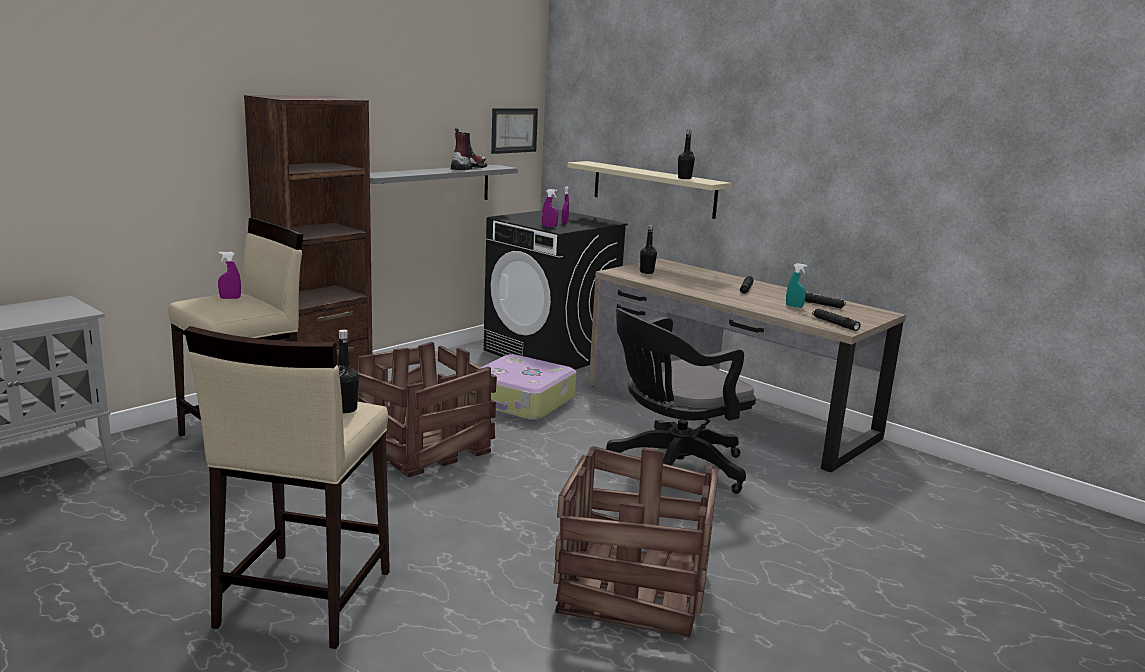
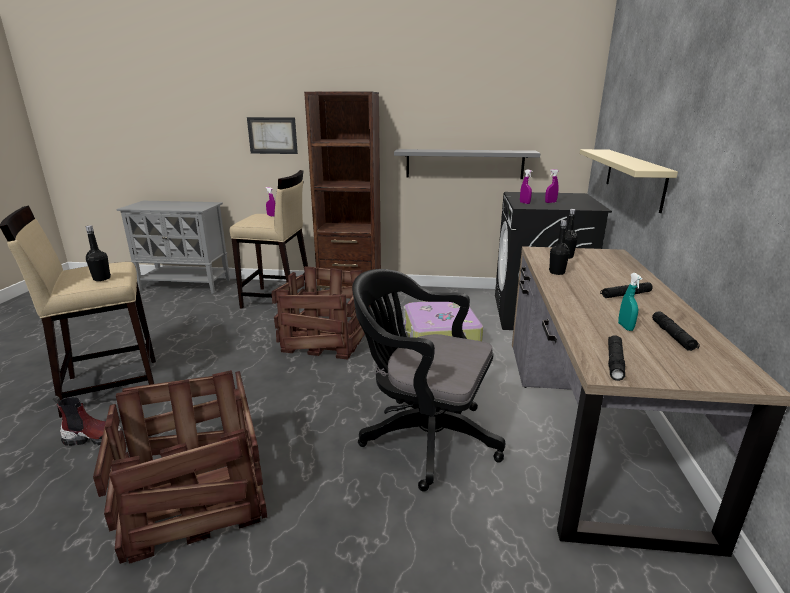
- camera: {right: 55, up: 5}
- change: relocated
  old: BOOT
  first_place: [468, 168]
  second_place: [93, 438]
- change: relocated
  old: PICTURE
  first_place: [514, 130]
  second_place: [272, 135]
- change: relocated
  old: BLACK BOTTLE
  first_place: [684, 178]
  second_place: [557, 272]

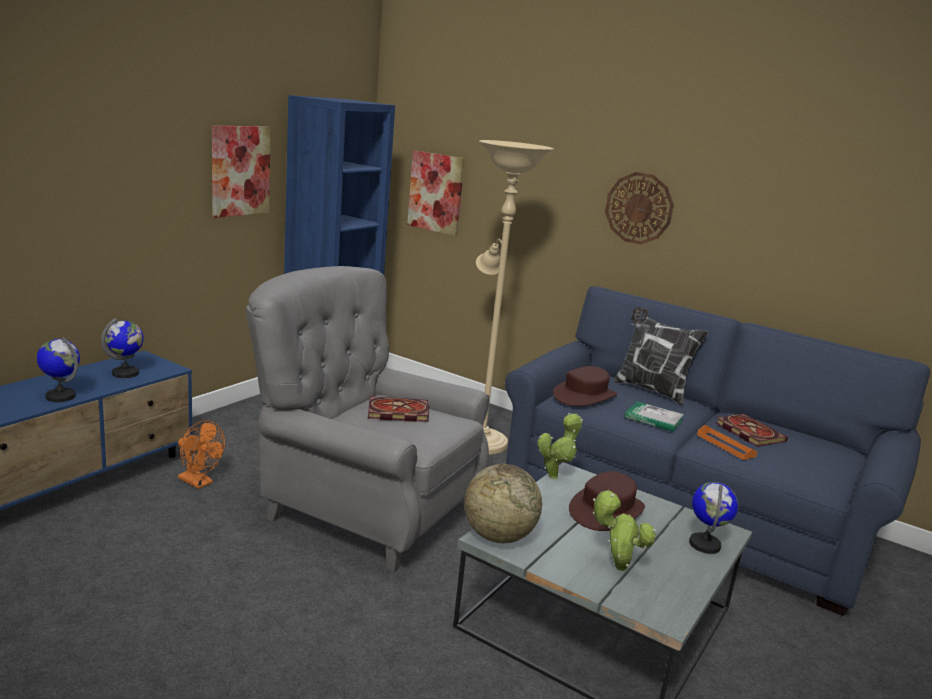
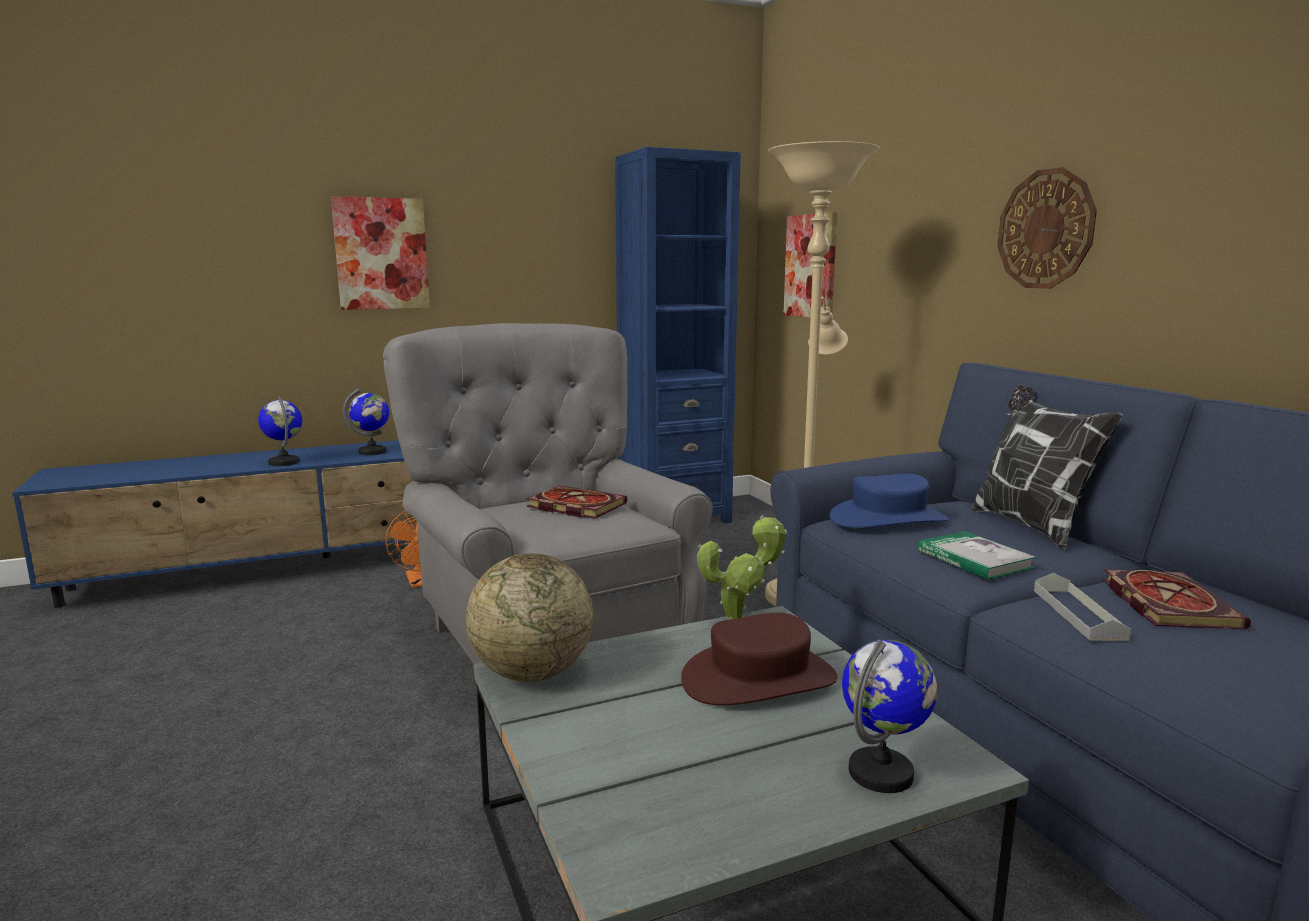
- camera: {right: 35, up: -5}
- change: relocated
  old: PICTURE
  first_place: [240, 171]
  second_place: [381, 254]
- change: colour
  old: BROWN HAT
  new: BLUE HAT
  first_place: [585, 396]
  second_place: [888, 519]
- change: missing
  old: POTTED PLANT
  first_place: [616, 566]
- change: colour
  old: ORANGE TRAY
  new: GREY TRAY
  first_place: [725, 445]
  second_place: [1078, 614]

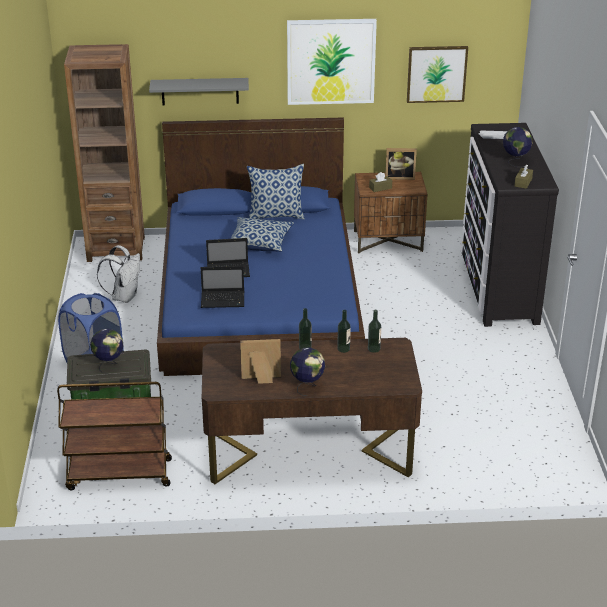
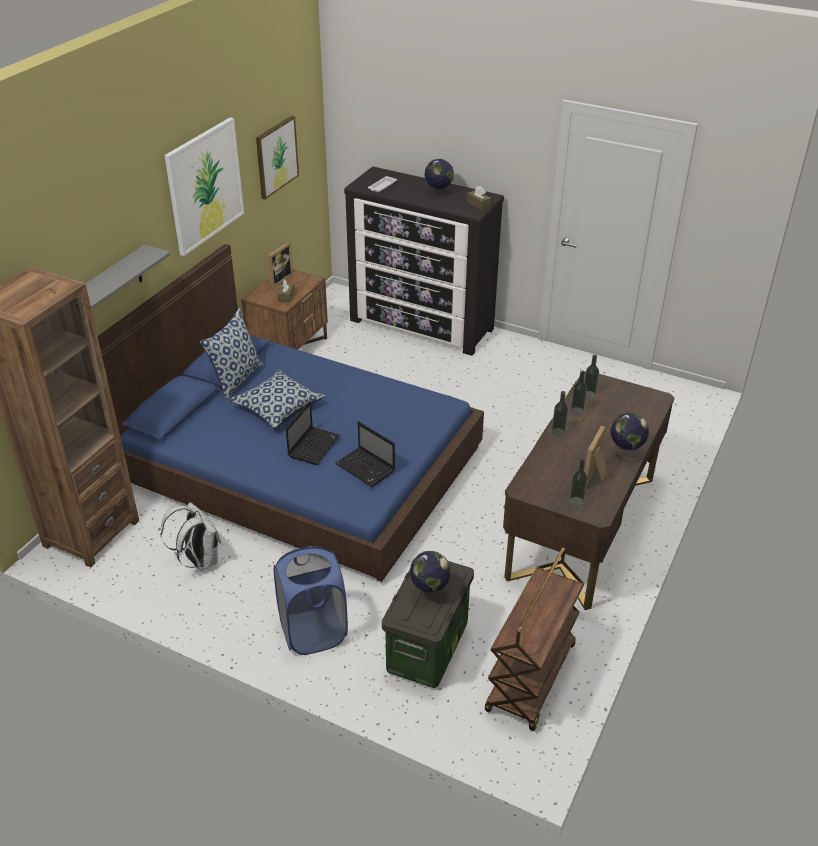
- camera: {right: -60, up: 5}
- change: spun
  old: LAPTOP
  first_place: [224, 300]
  second_place: [366, 468]
  degrees: 105
- change: appeared
  new: BOTTLE
  second_place: [576, 501]

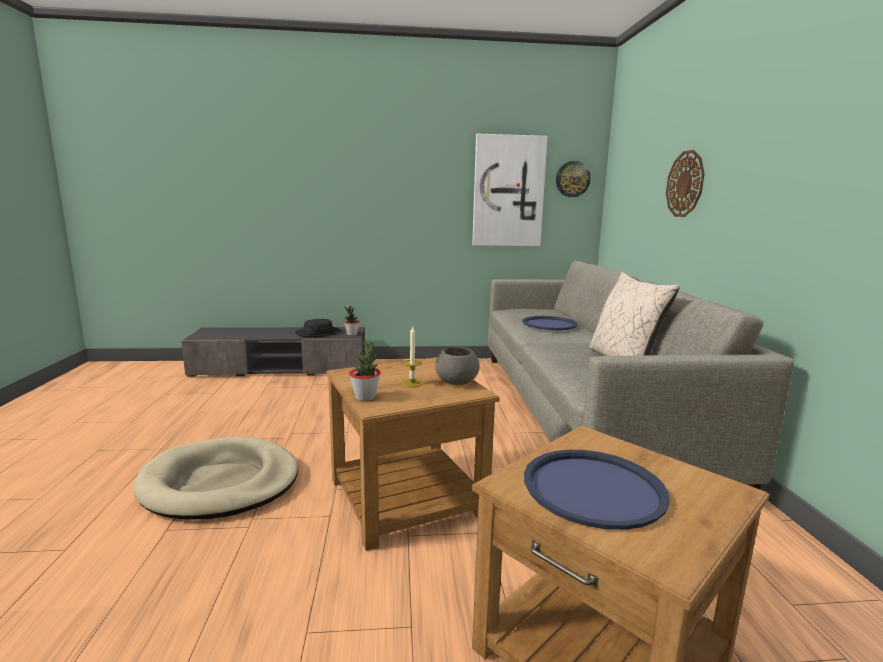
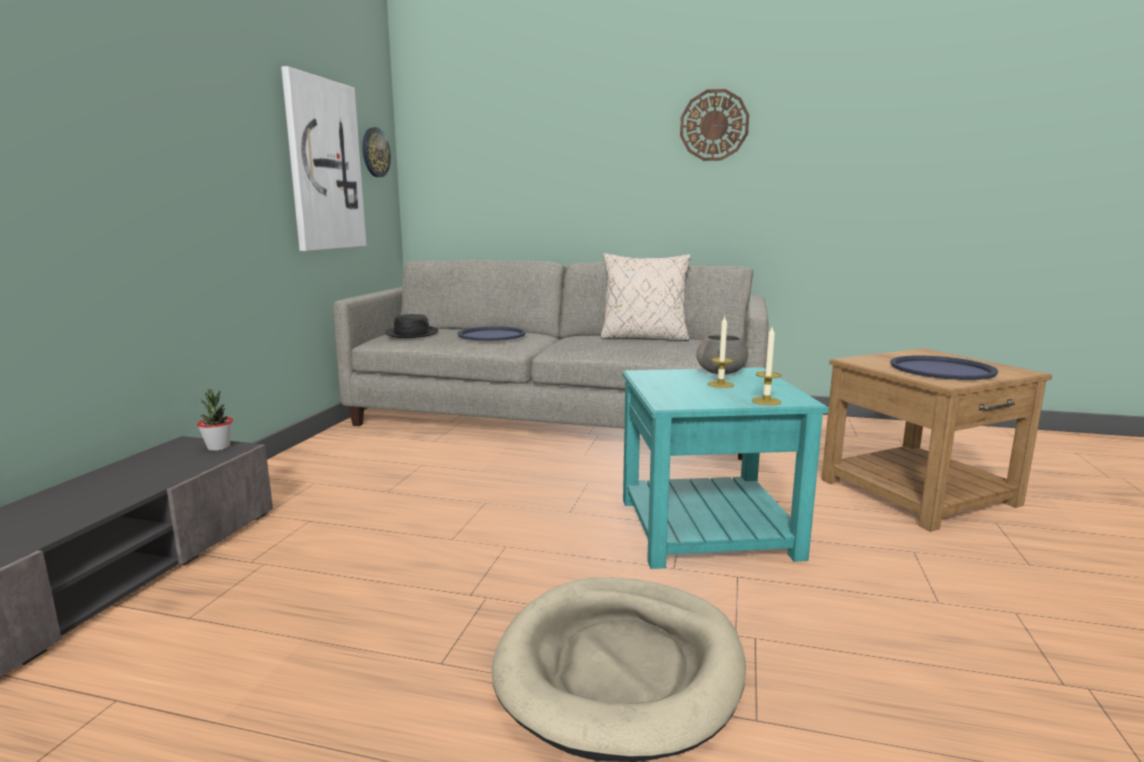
- camera: {right: -70, up: 0}
- change: relocated
  old: BLACK HAT
  first_place: [318, 333]
  second_place: [411, 333]
- change: colour
  old: BROWN SIDE TABLE
  new: TURQUOISE SIDE TABLE
  first_place: [407, 497]
  second_place: [706, 527]
- change: exchanged
  old: POTTED PLANT
  new: CANDLE
  first_place: [365, 397]
  second_place: [766, 401]
- change: relocated
  old: WALL CLOCK
  first_place: [685, 184]
  second_place: [714, 125]

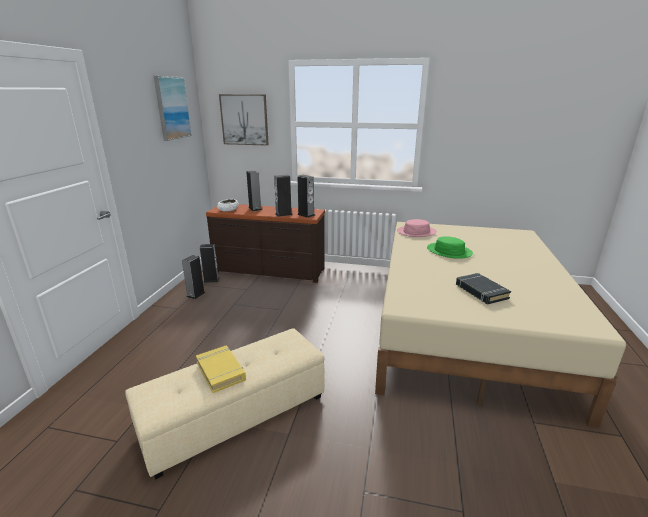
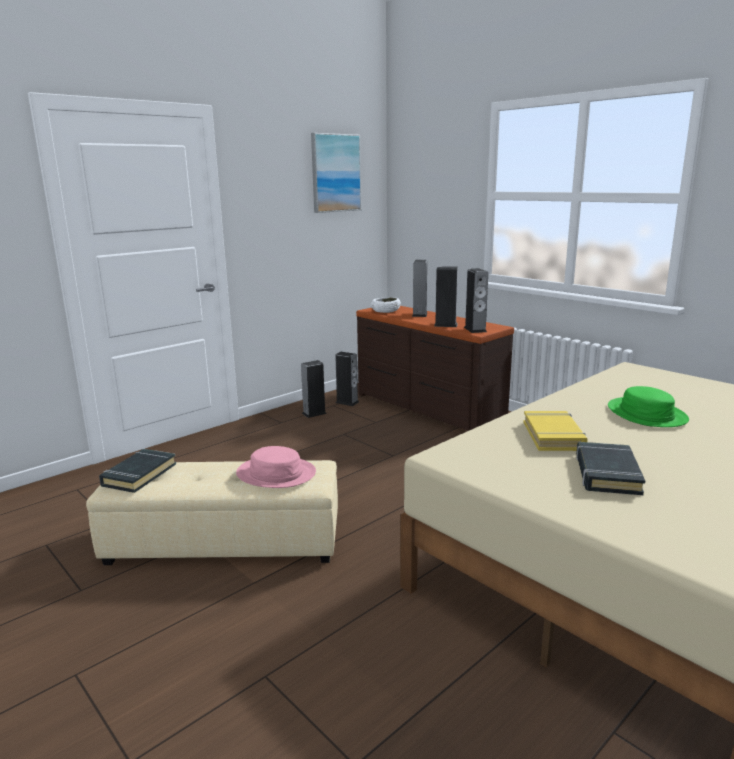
- camera: {right: 35, up: -5}
- change: relocated
  old: YELLOW BOOK
  first_place: [221, 371]
  second_place: [553, 436]
- change: missing
  old: PICTURE
  first_place: [244, 120]
- change: relocated
  old: PINK HAT
  first_place: [416, 232]
  second_place: [276, 473]
- change: appeared
  new: BLACK BOOK
  second_place: [139, 475]

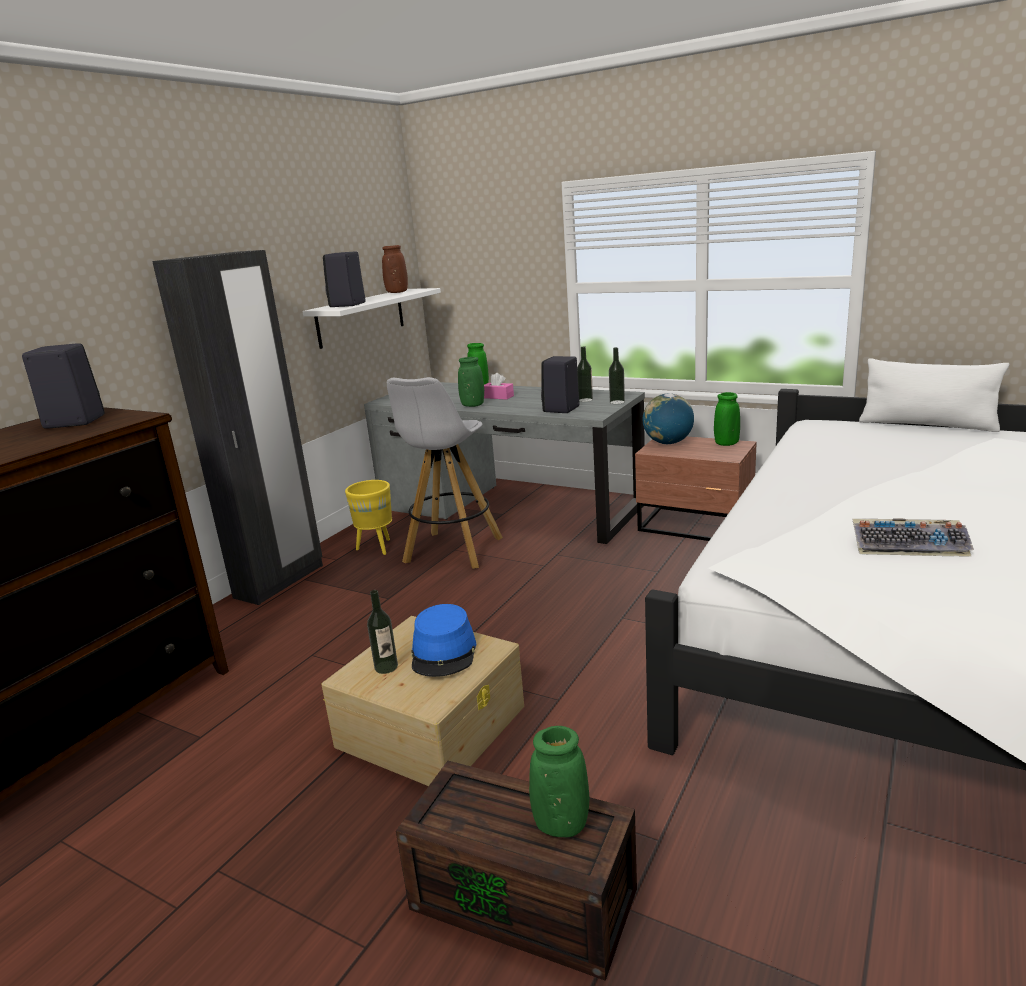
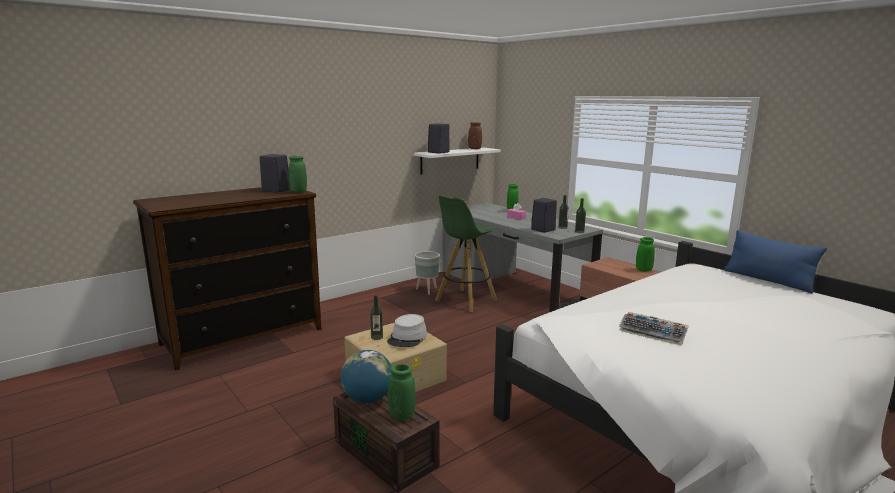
- camera: {right: 20, up: -5}
- change: missing
  old: BLACK WARDROBE
  first_place: [280, 581]
- change: colour
  old: YELLOW PLANTER
  new: GREY PLANTER
  first_place: [377, 548]
  second_place: [427, 290]
- change: colour
  old: WHITE STOOL
  new: GREEN STOOL
  first_place: [452, 551]
  second_place: [465, 301]
- change: colour
  old: BLUE HAT
  new: GREY HAT
  first_place: [444, 652]
  second_place: [407, 338]
- change: relocated
  old: GREEN VASE
  first_place: [473, 405]
  second_place: [298, 192]
- change: relocated
  old: GLOBE
  first_place: [668, 443]
  second_place: [367, 399]
- change: colour
  old: WHITE PILLOW
  new: BLUE PILLOW
  first_place: [927, 425]
  second_place: [768, 280]

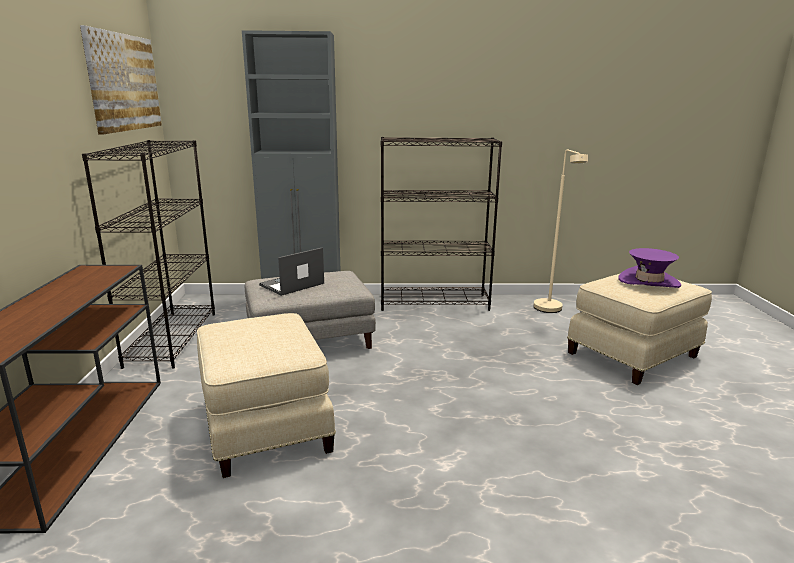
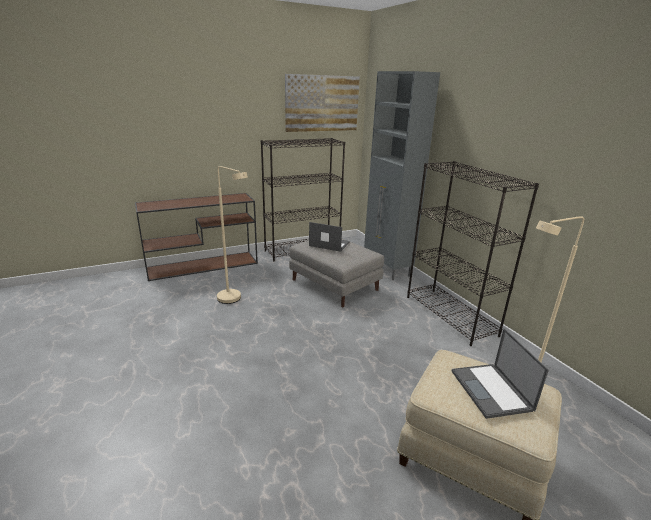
- camera: {right: 65, up: 5}
- change: exchanged
  old: BEIGE OTTOMAN
  new: BEIGE FLOOR LAMP
  first_place: [264, 426]
  second_place: [234, 300]
- change: exchanged
  old: PURPLE HAT
  new: LAPTOP
  first_place: [648, 281]
  second_place: [491, 391]

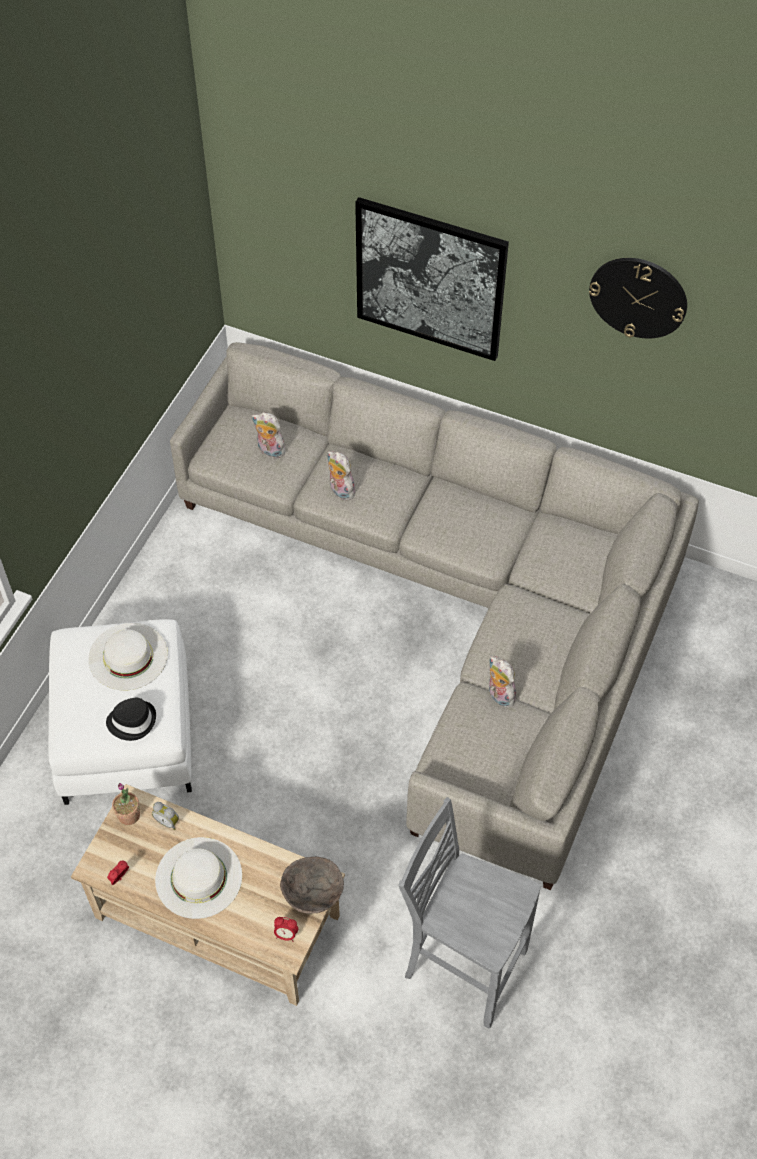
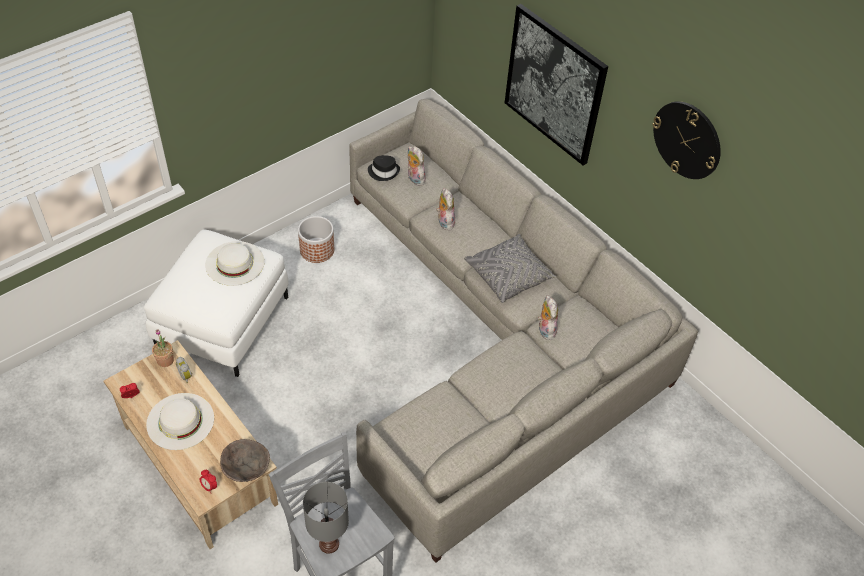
- camera: {right: 25, up: -5}
- change: relocated
  old: BLACK HAT
  first_place: [132, 721]
  second_place: [384, 171]
- change: relocated
  old: PLUSH TOY
  first_place: [498, 695]
  second_place: [545, 330]
- change: appeared
  new: PLANTER
  second_place: [317, 250]
- change: appeared
  new: GREY TABLE LAMP
  second_place: [328, 543]
- change: appeared
  new: GREY PILLOW
  second_place: [509, 275]

